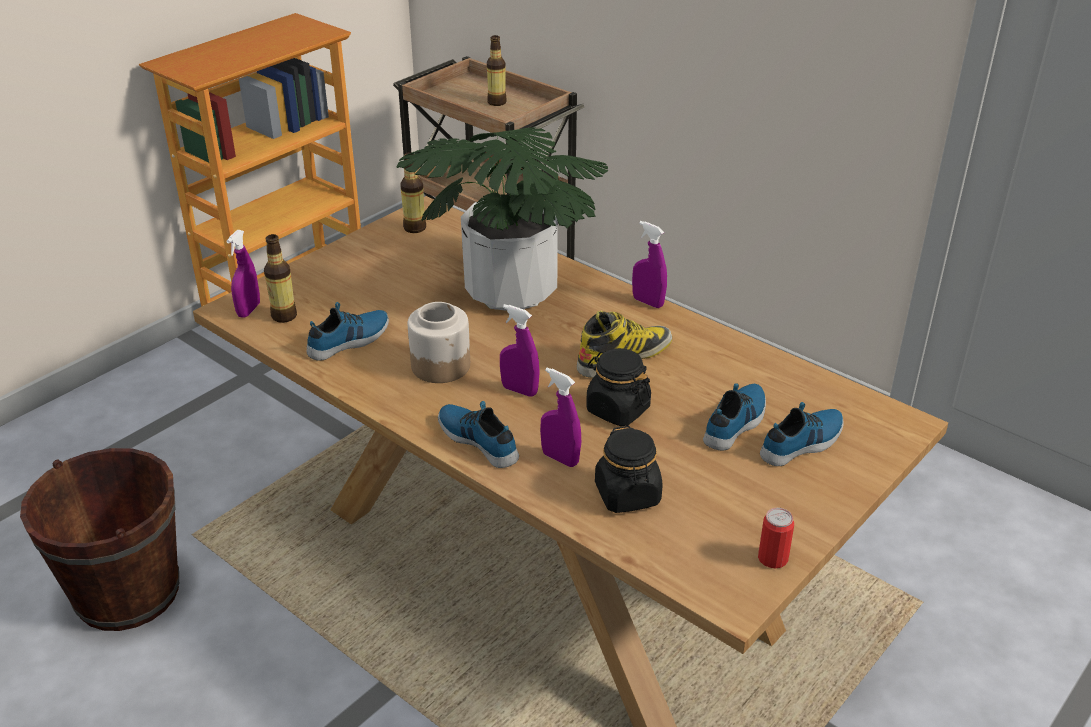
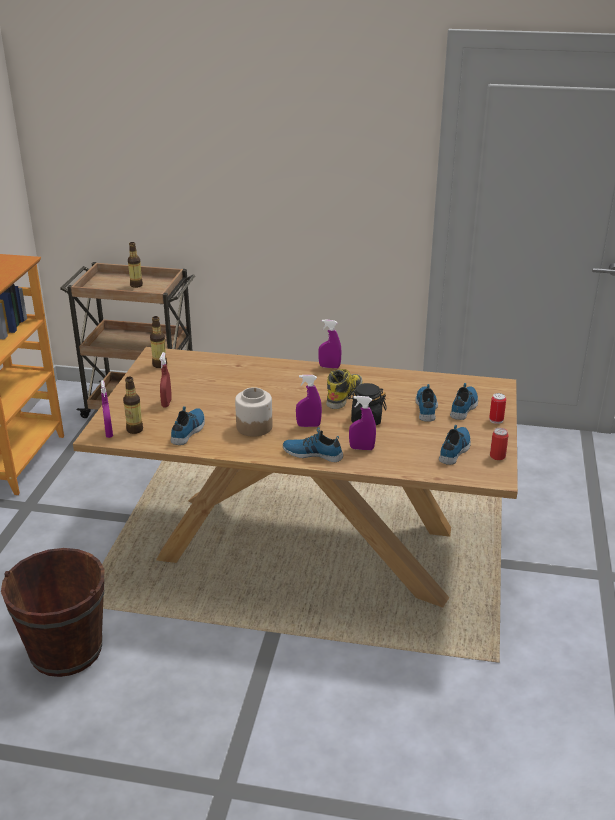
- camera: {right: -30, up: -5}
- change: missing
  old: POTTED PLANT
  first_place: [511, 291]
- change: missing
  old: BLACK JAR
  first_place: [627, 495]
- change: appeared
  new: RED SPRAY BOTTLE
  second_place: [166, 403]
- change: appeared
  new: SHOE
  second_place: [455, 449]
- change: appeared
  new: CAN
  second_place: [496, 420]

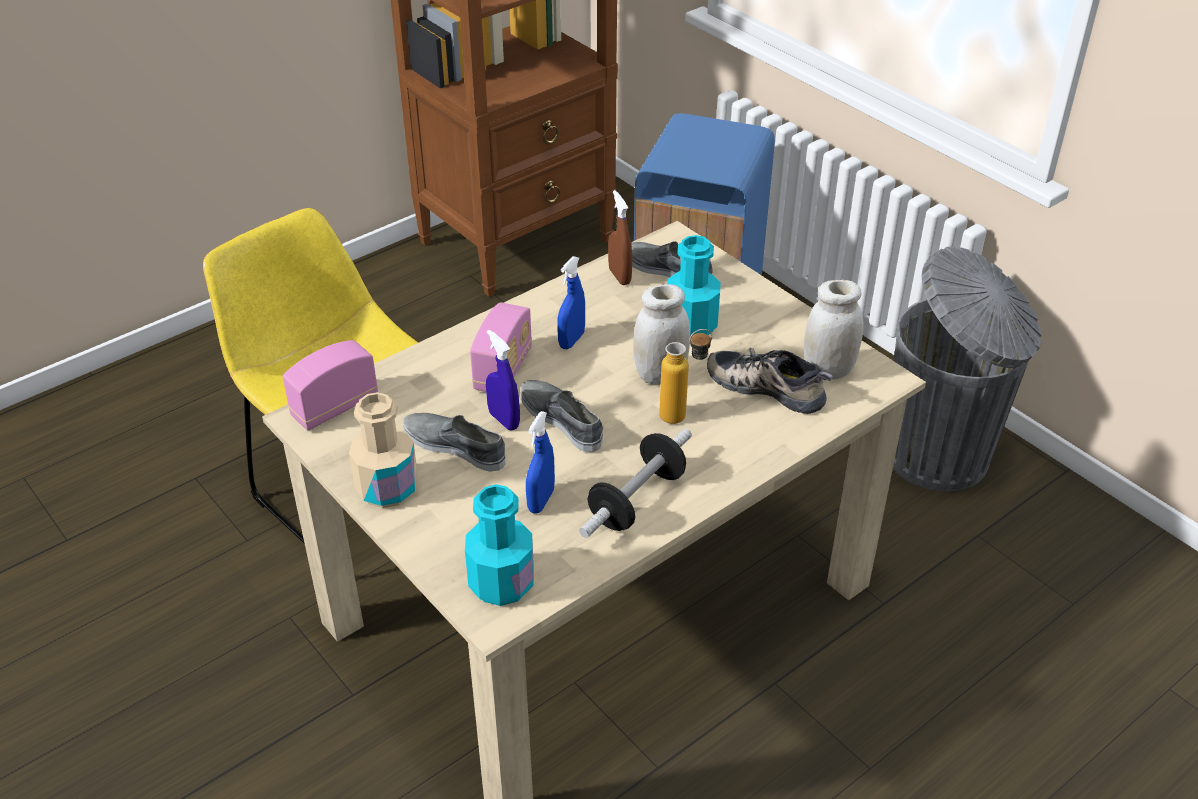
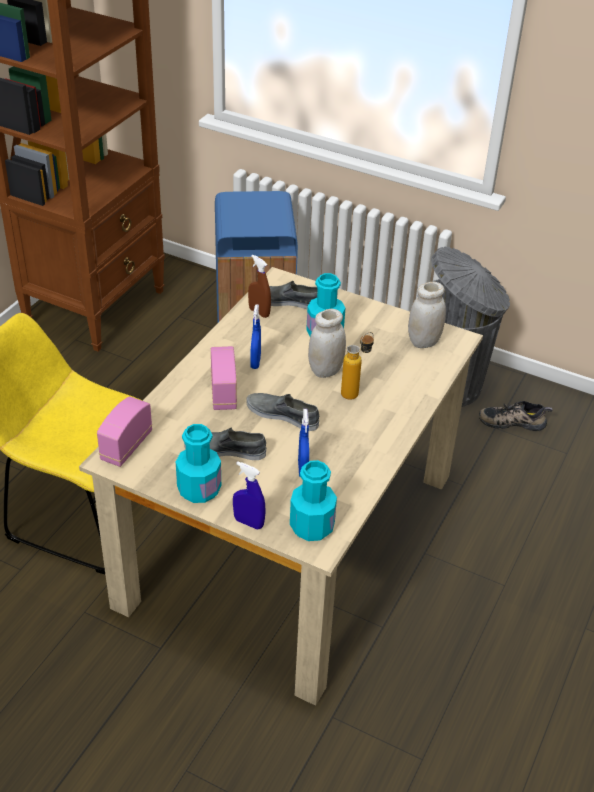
- camera: {right: -25, up: 0}
- change: colour
  old: BEIGE BOTTLE
  new: TURQUOISE BOTTLE
  first_place: [387, 488]
  second_place: [199, 489]
- change: relocated
  old: BLUE SPRAY BOTTLE
  first_place: [504, 420]
  second_place: [248, 523]
- change: missing
  old: DUMBBELL
  first_place: [637, 500]
- change: relocated
  old: SHOE
  first_place: [768, 386]
  second_place: [512, 421]

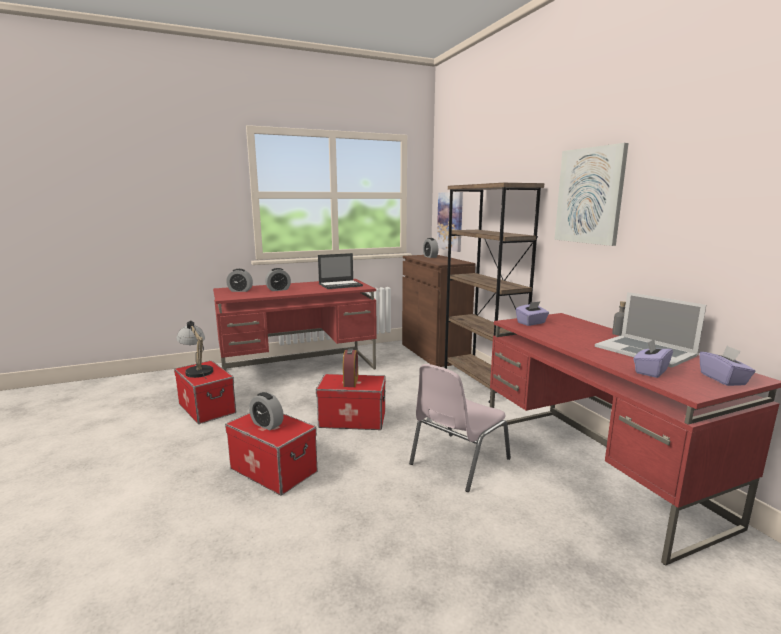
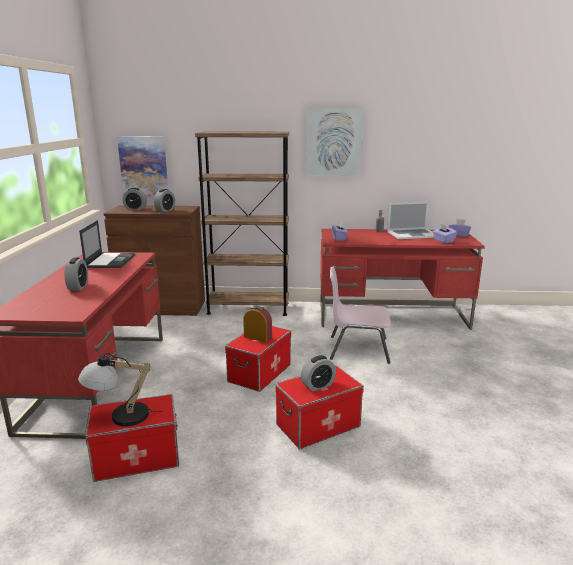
- camera: {right: -65, up: 5}
- change: relocated
  old: ALARM CLOCK
  first_place: [240, 290]
  second_place: [165, 210]
- change: spun
  old: PINK CHAIR
  first_place: [457, 461]
  second_place: [357, 349]
  degrees: 120

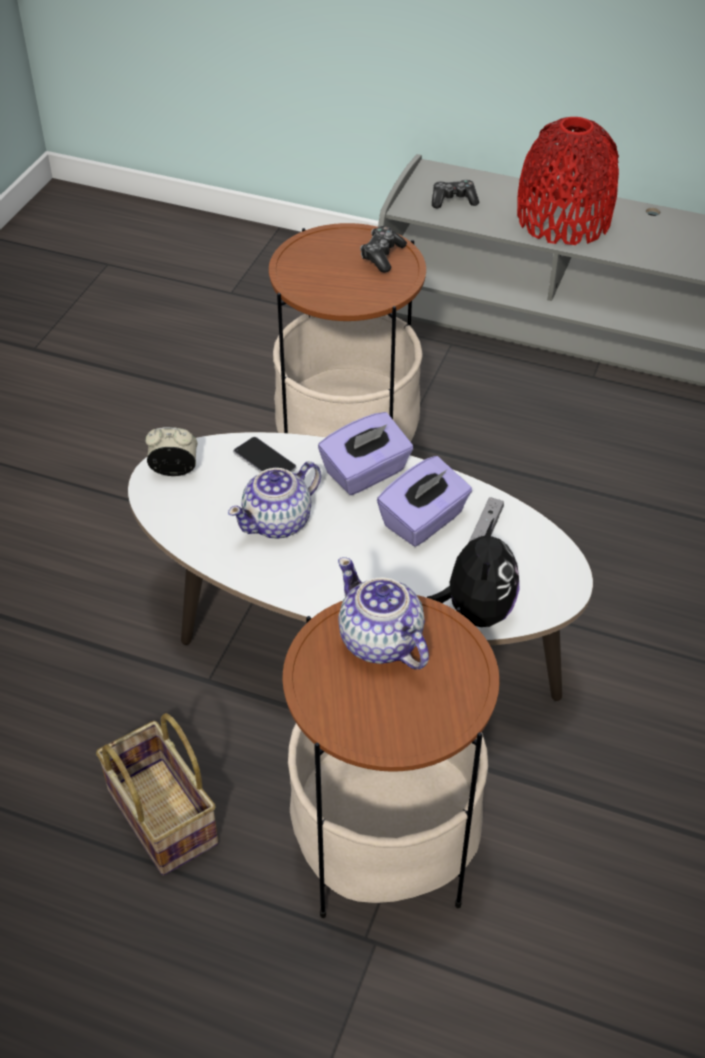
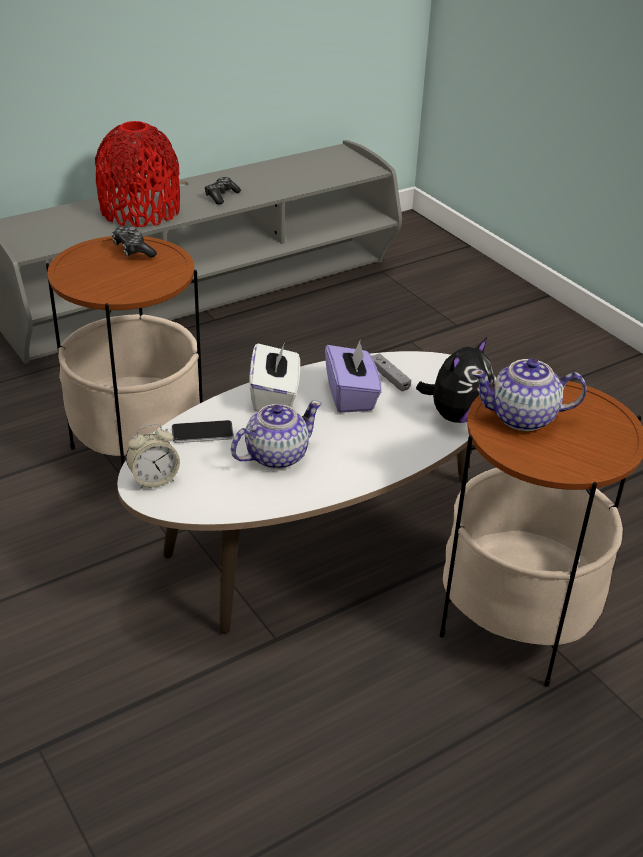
- camera: {right: -55, up: -10}
- change: missing
  old: BASKET
  first_place: [158, 816]
- change: spun
  old: ALARM CLOCK
  first_place: [174, 470]
  second_place: [154, 480]
  degrees: -150
- change: spun
  old: TEAPOT
  first_place: [278, 522]
  second_place: [275, 456]
  degrees: -120
- change: colour
  old: PURPLE TISSUE BOX
  new: WHITE TISSUE BOX
  first_place: [366, 473]
  second_place: [275, 396]
- change: spun
  old: PLUSH TOY
  first_place: [475, 611]
  second_place: [456, 415]
  degrees: 90
- change: relocated
  old: GAME CONTROLLER
  first_place: [453, 200]
  second_place: [221, 196]

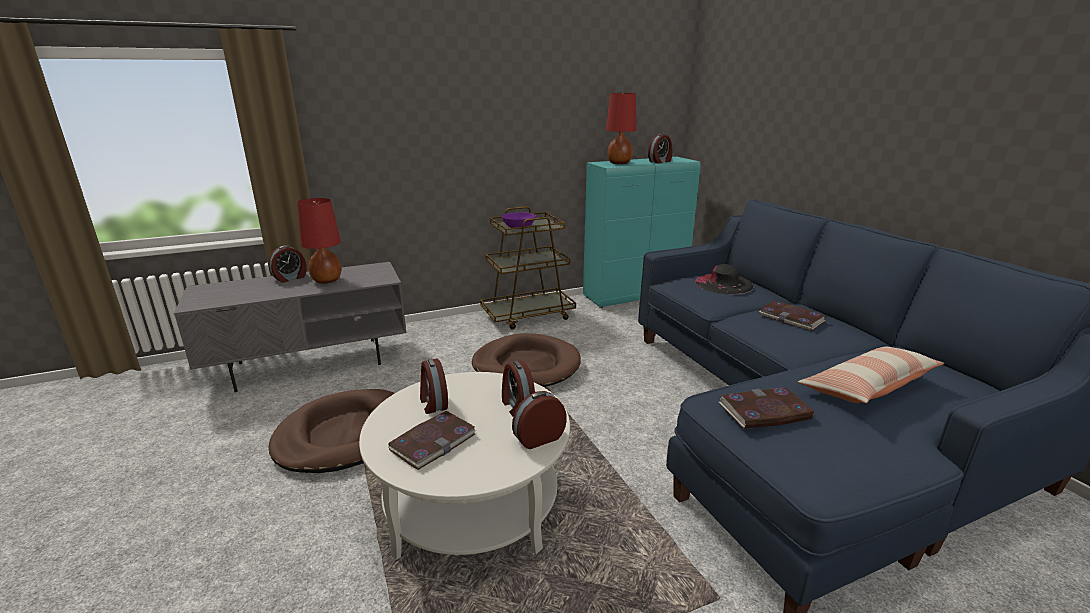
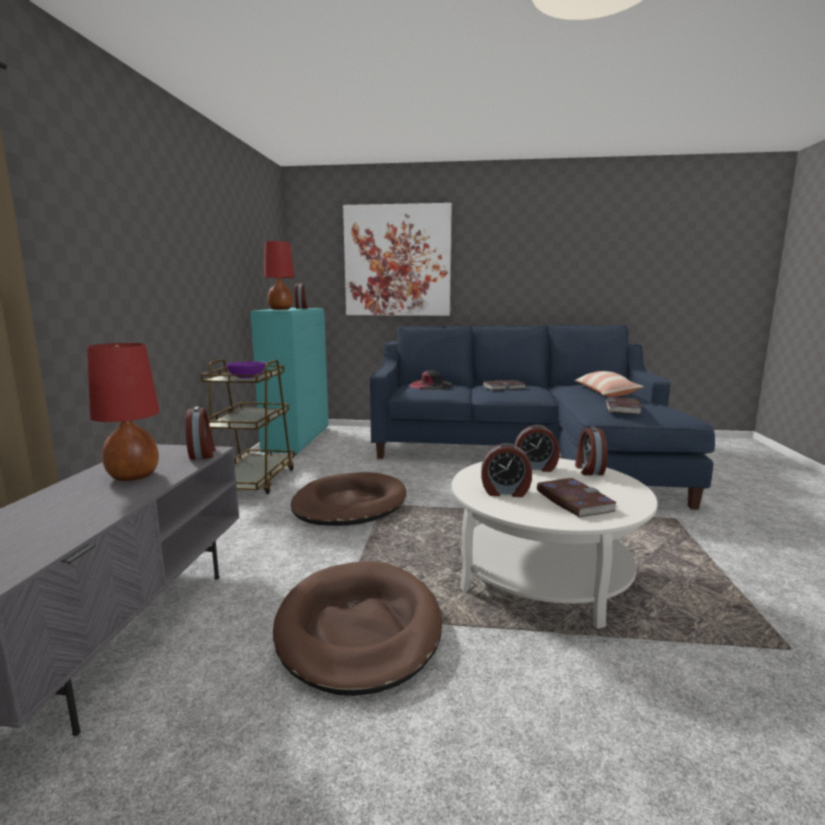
- camera: {right: -60, up: -10}
- change: relocated
  old: ALARM CLOCK
  first_place: [290, 278]
  second_place: [203, 454]
- change: appeared
  new: PICTURE
  second_place: [397, 261]

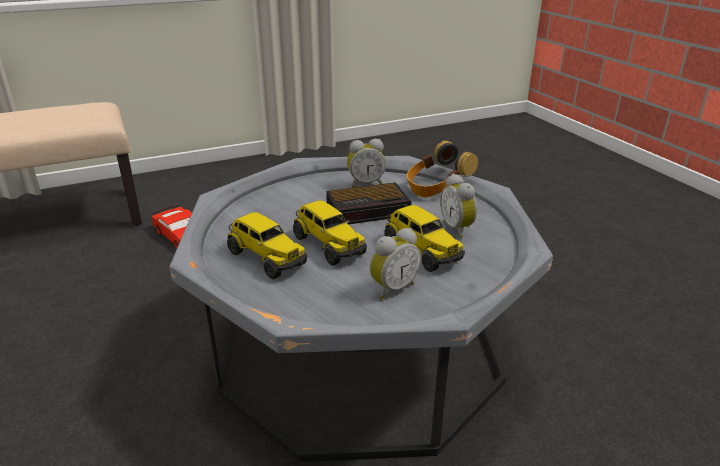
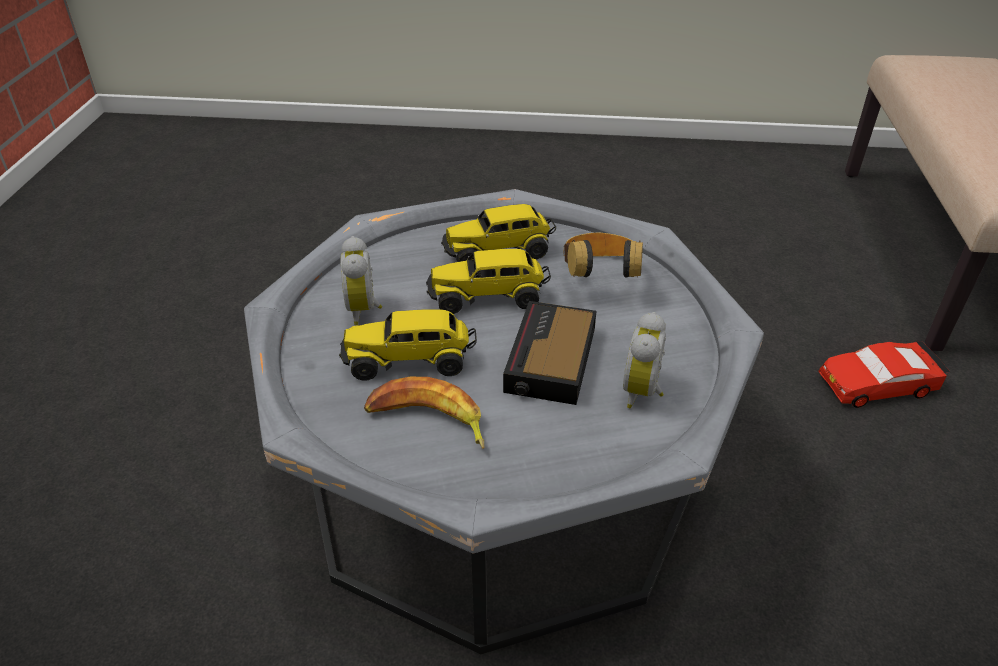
- camera: {right: 120, up: 10}
- change: relocated
  old: HEADPHONES
  first_place: [436, 189]
  second_place: [600, 277]
- change: exchanged
  old: ALARM CLOCK
  new: BANANA
  first_place: [458, 229]
  second_place: [427, 421]

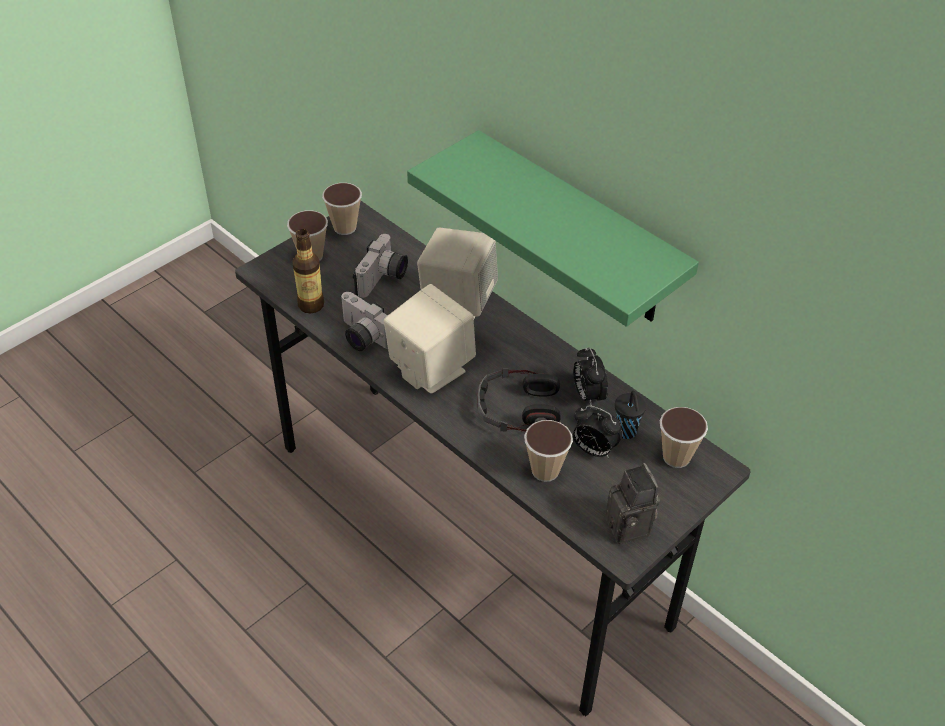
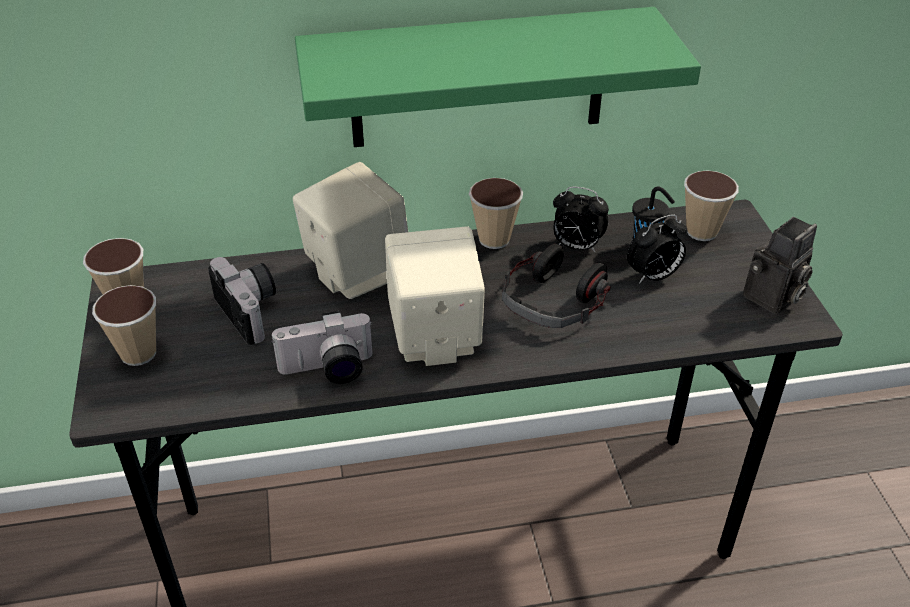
- camera: {right: -55, up: -5}
- change: missing
  old: BOTTLE
  first_place: [311, 305]
- change: relocated
  old: CUP
  first_place: [545, 470]
  second_place: [494, 239]
- change: spun
  old: PHOTO CAMERA
  first_place: [631, 528]
  second_place: [772, 299]
  degrees: 120

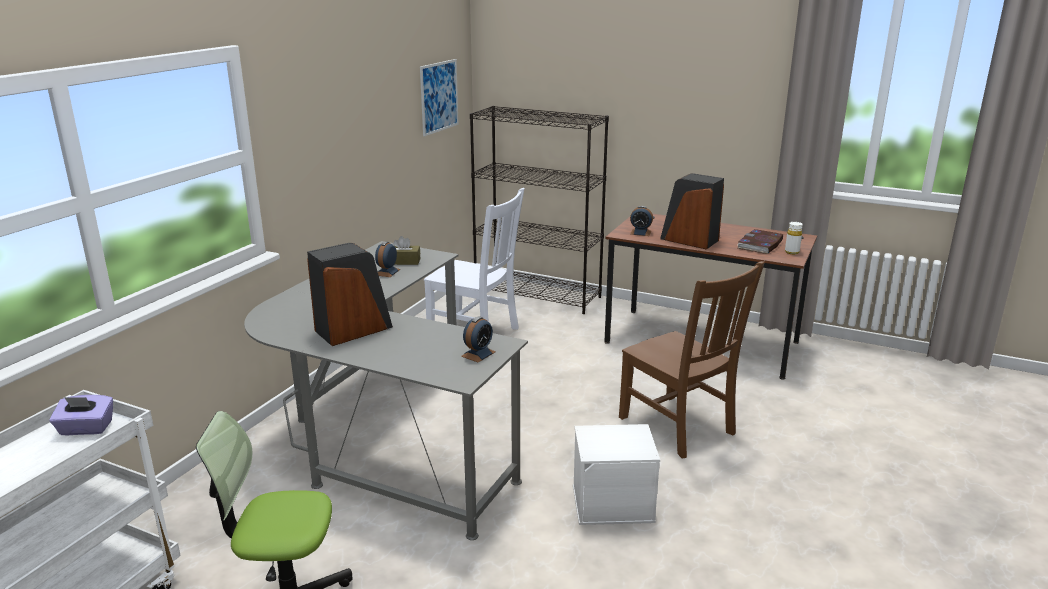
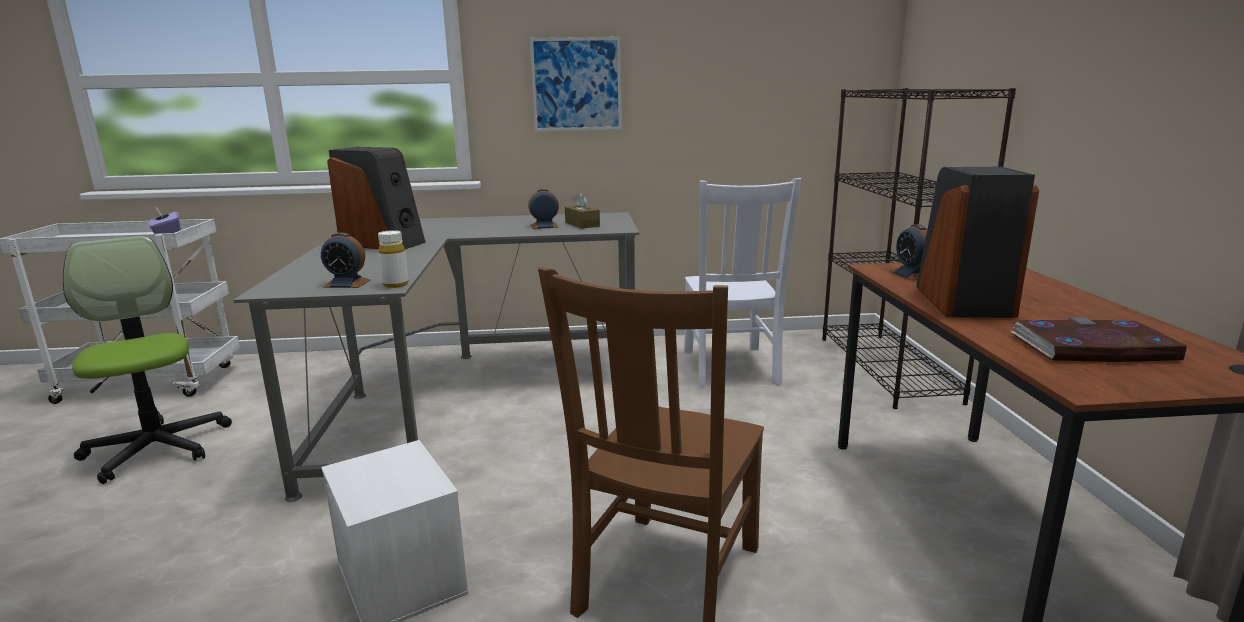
- camera: {right: 60, up: -5}
- change: relocated
  old: PICTURE
  first_place: [439, 96]
  second_place: [576, 84]
- change: relocated
  old: WHITE BOTTLE
  first_place: [792, 252]
  second_place: [396, 284]

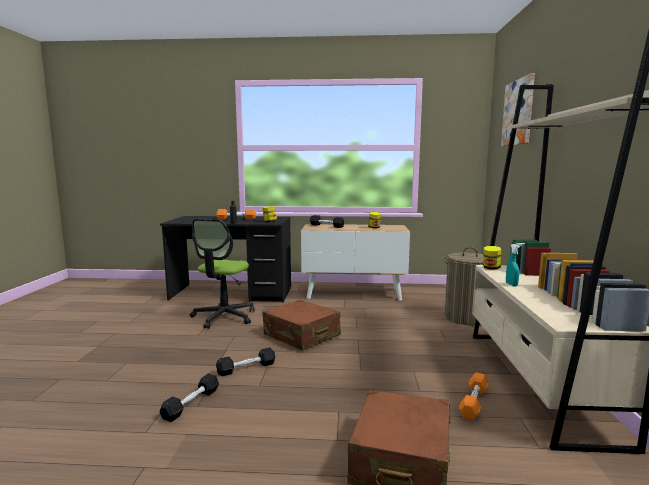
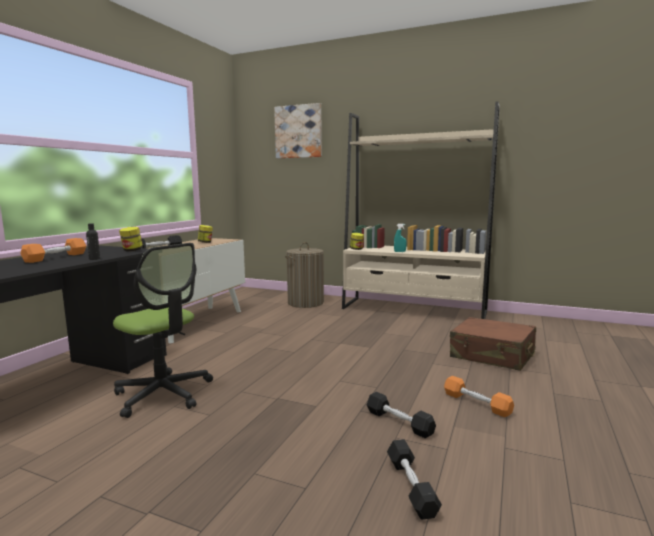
- camera: {right: -70, up: 0}
- change: relocated
  old: BLACK DUMBBELL
  first_place: [246, 368]
  second_place: [411, 487]
- change: missing
  old: BROWN SUITCASE
  first_place: [301, 335]
- change: relocated
  old: ORANGE DUMBBELL
  first_place: [473, 402]
  second_place: [476, 403]

